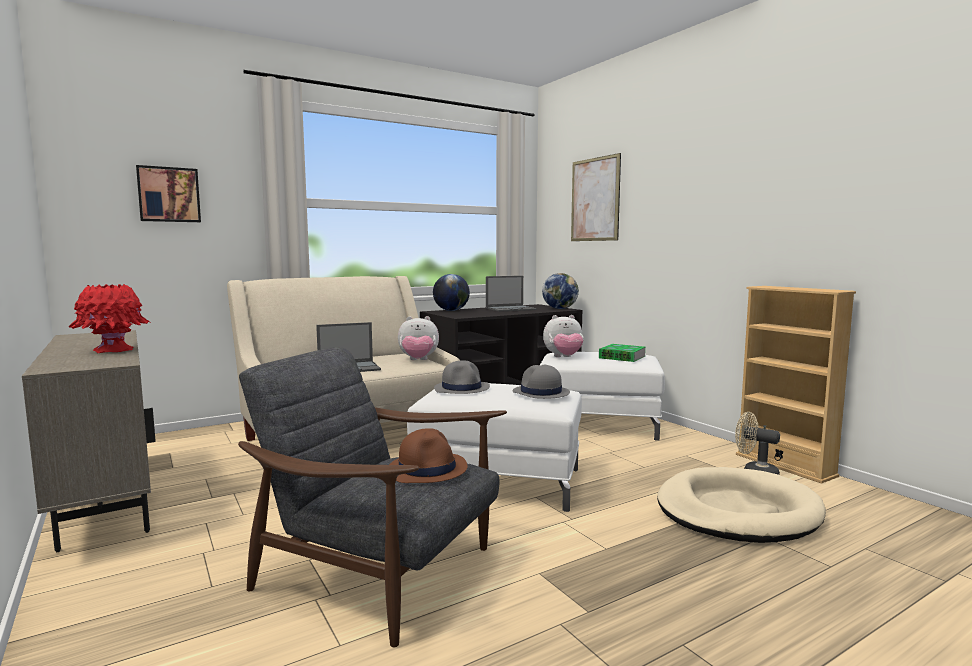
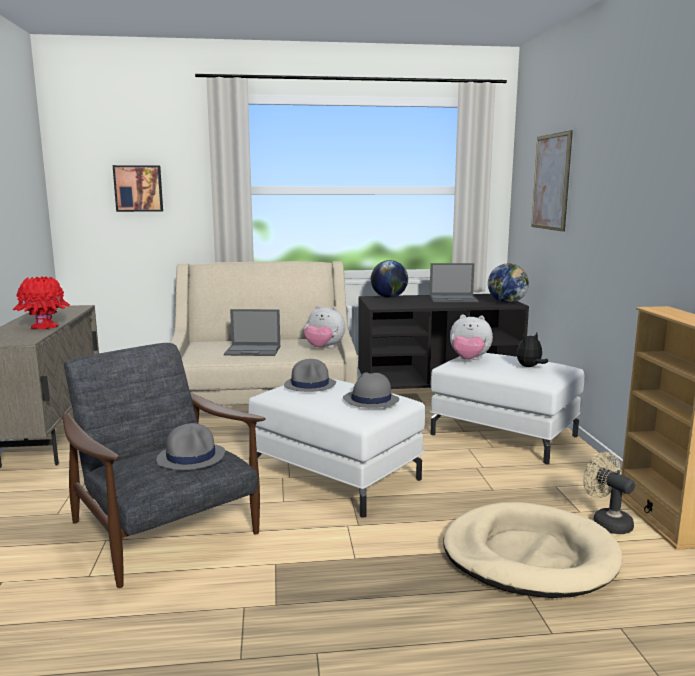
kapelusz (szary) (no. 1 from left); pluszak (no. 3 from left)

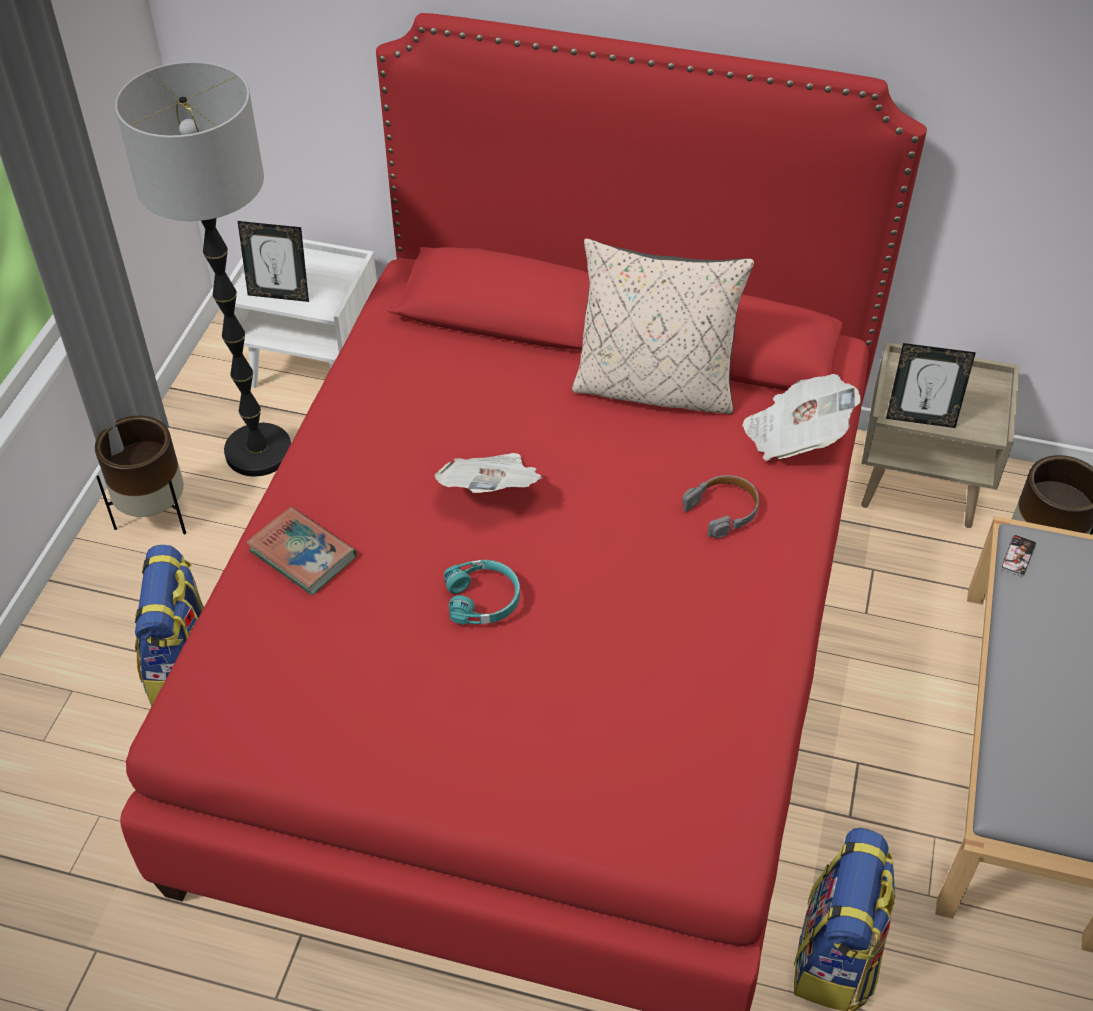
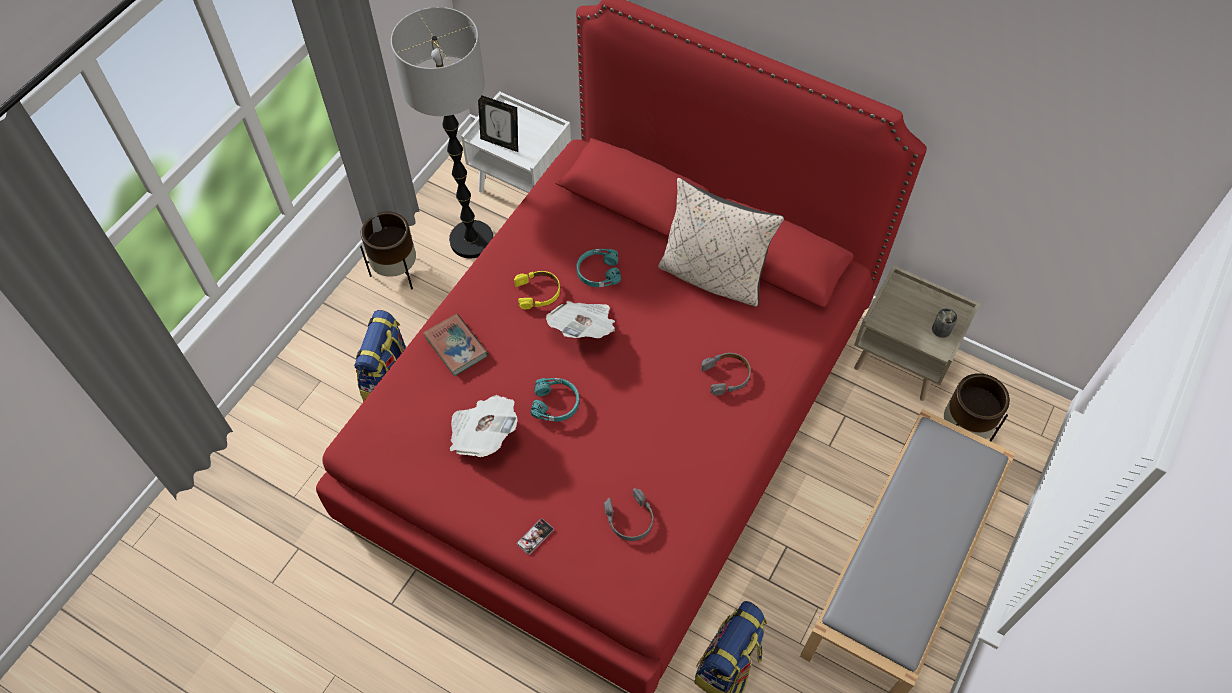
gazeta (no. 1 from left); słuchawki (żółty); telefon; słuchawki (turkusowy) (no. 2 from left); słuchawki (szary) (no. 1 from left); puszka; ramka na zdjęcie (no. 2 from left in the first image)

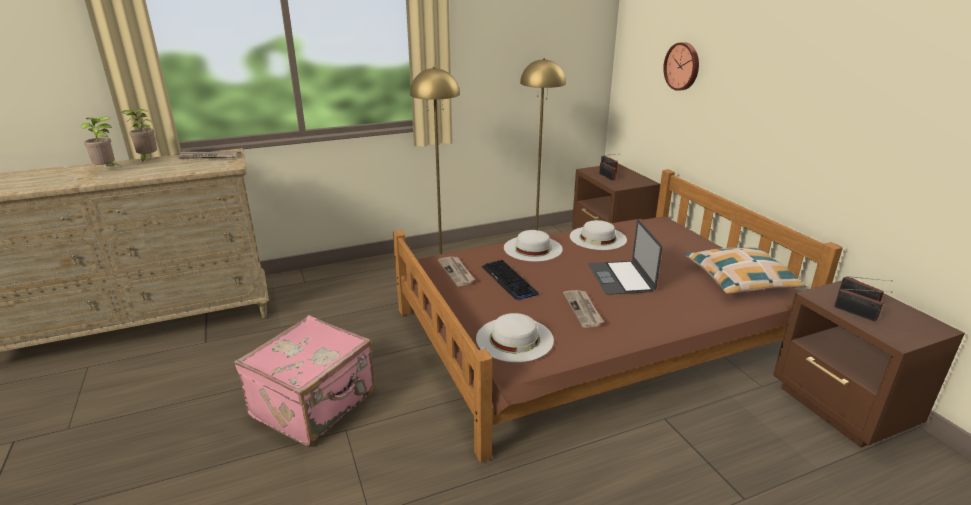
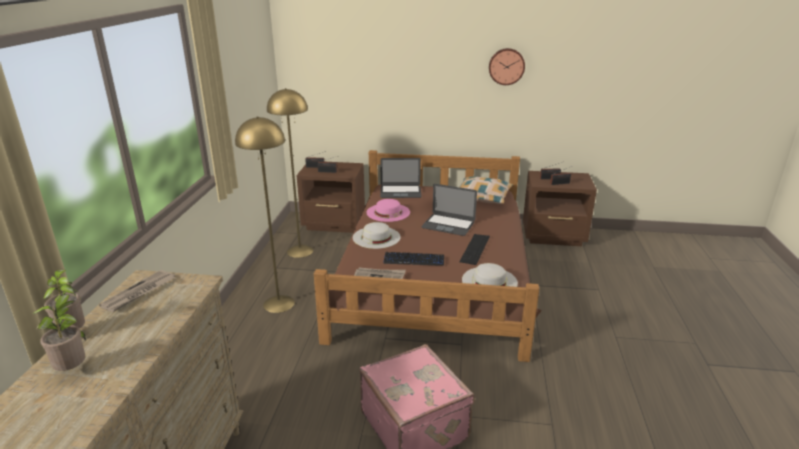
kapelusz (różowy); laptop (no. 1 from left); klawiatura (no. 2 from left); zegar ścienny

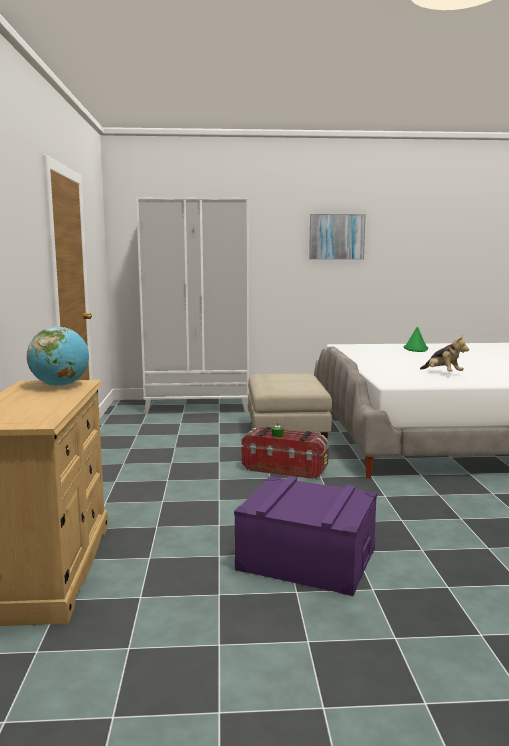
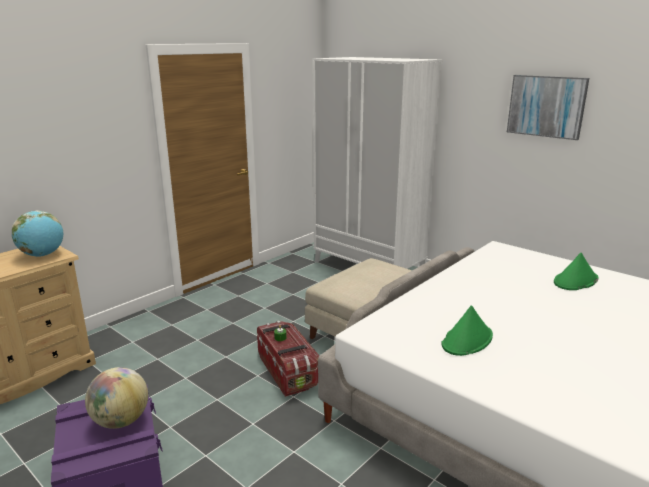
globus (no. 2 from left); kapelusz (zielony) (no. 1 from left)

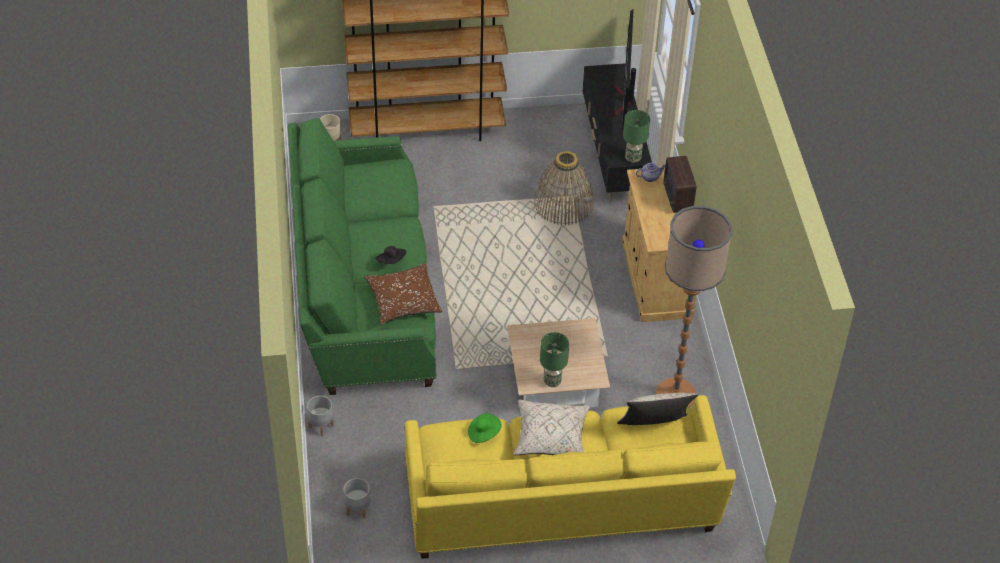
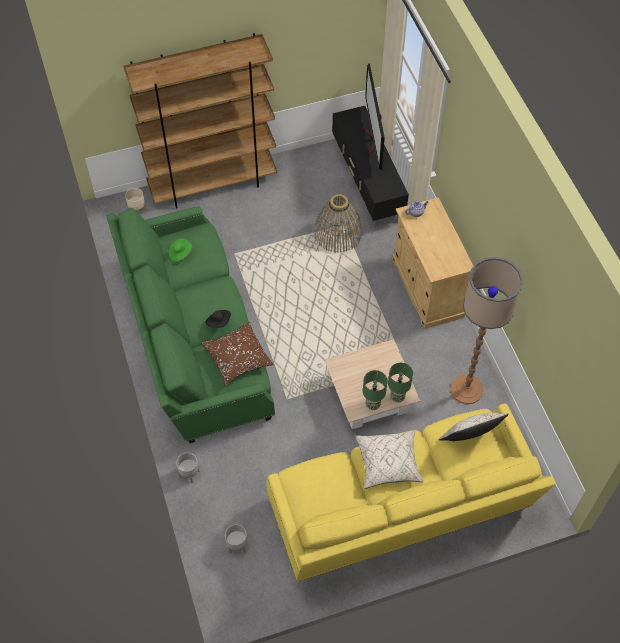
kapelusz (zielony); lampa stołowa (zielony) (no. 2 from left); radio

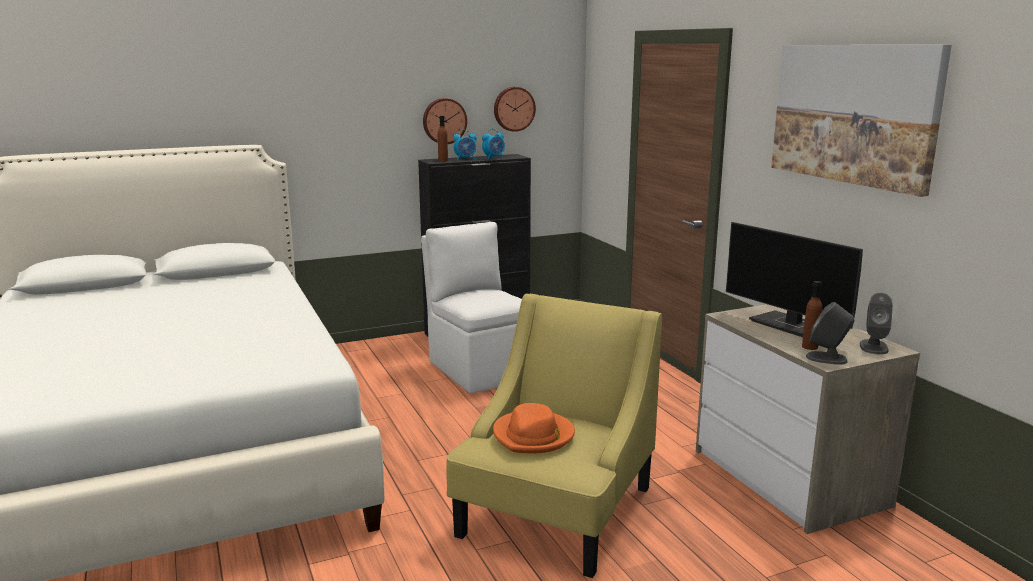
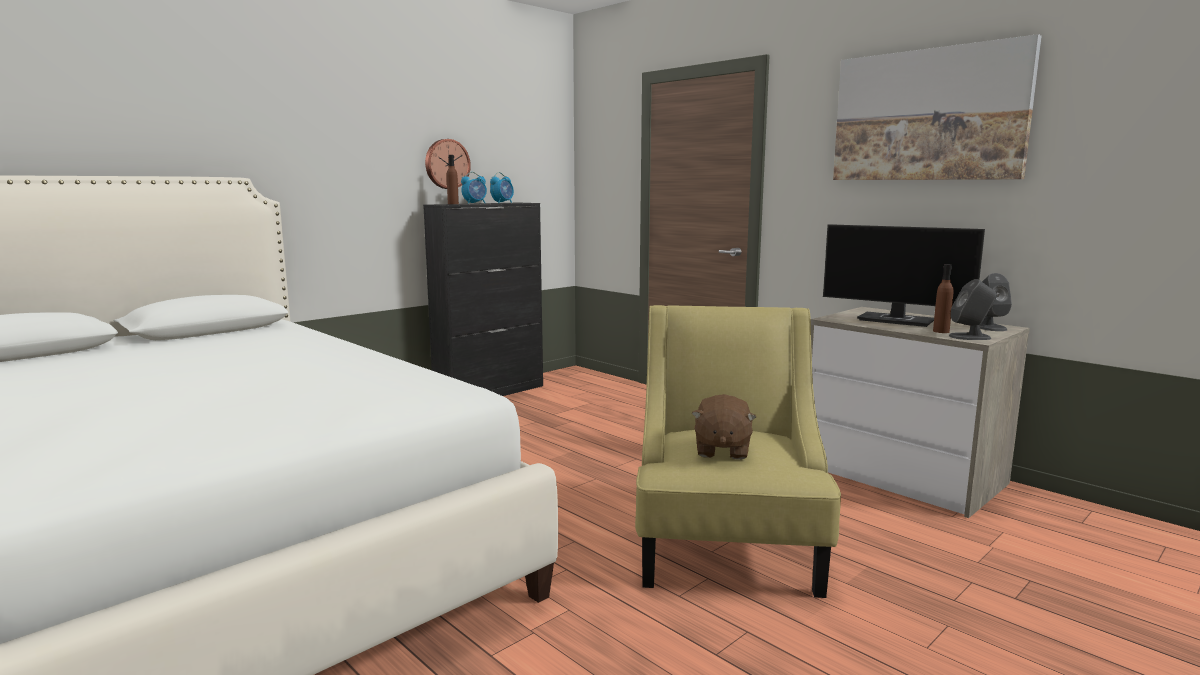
pluszak (brązowy); krzesło (biały); zegar ścienny (no. 2 from left in the first image)

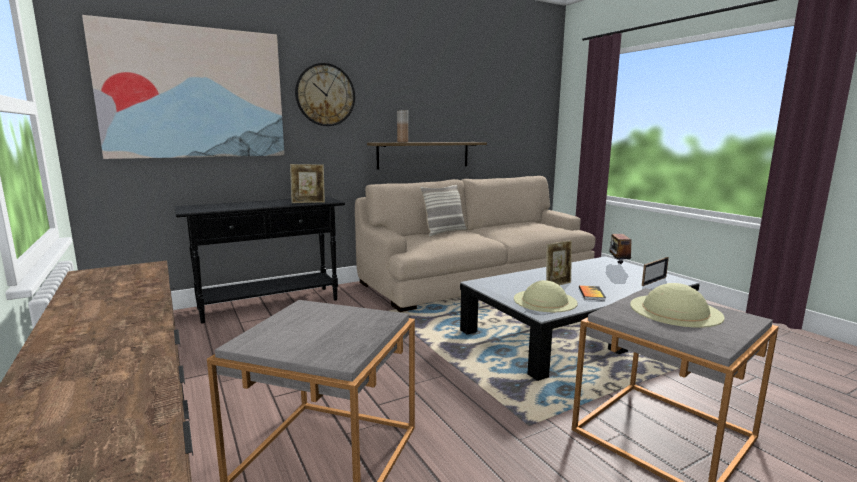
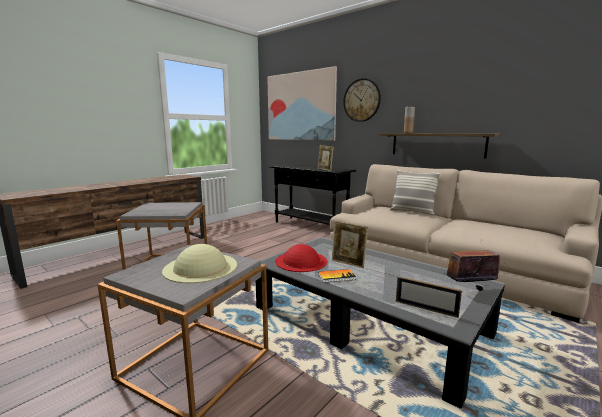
kapelusz (czerwony)

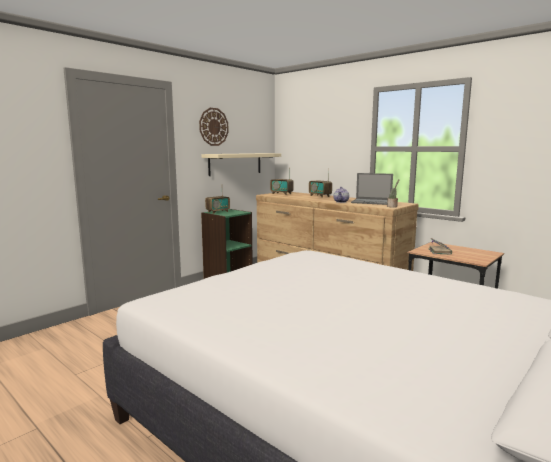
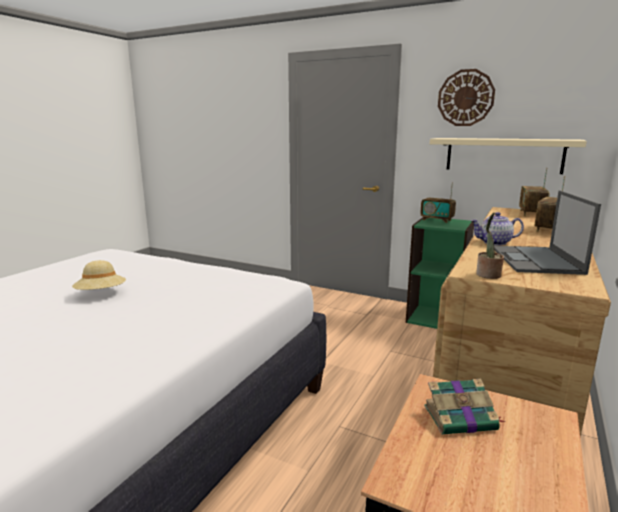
kapelusz (beżowy)

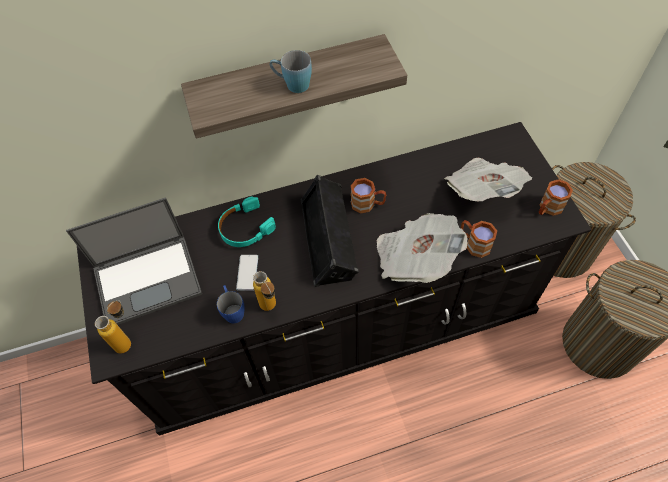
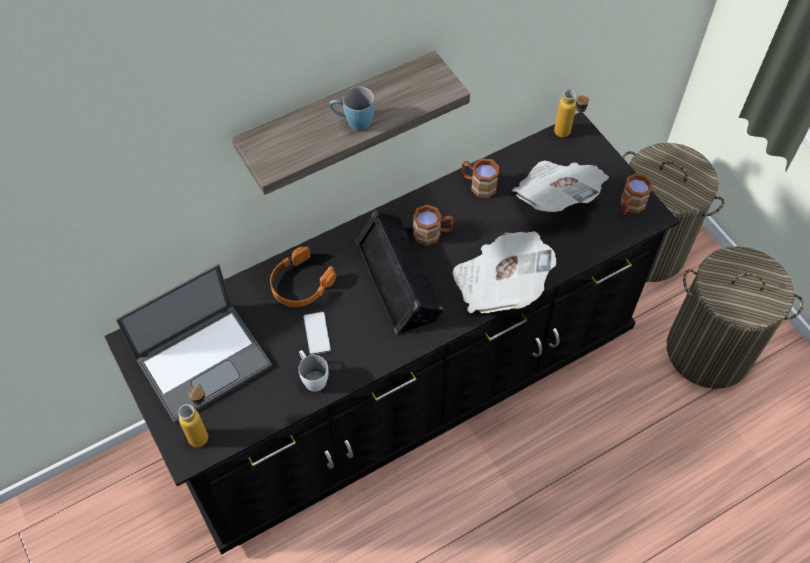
słuchawki (pomarańczowy); kubek (biały); kubek (brązowy) (no. 2 from left); butelka (no. 2 from left)

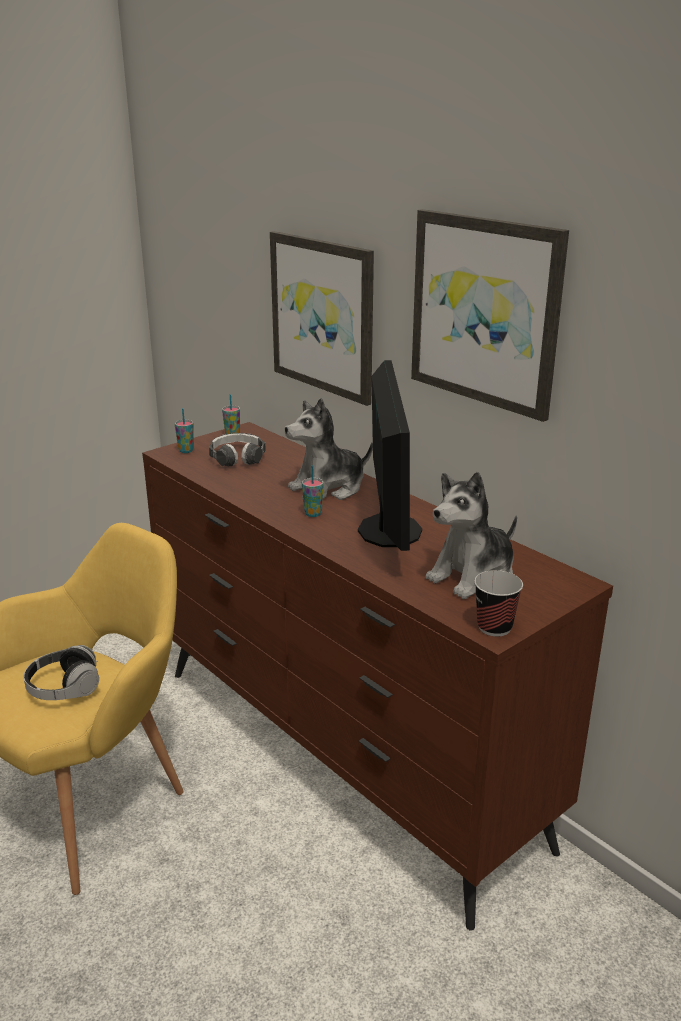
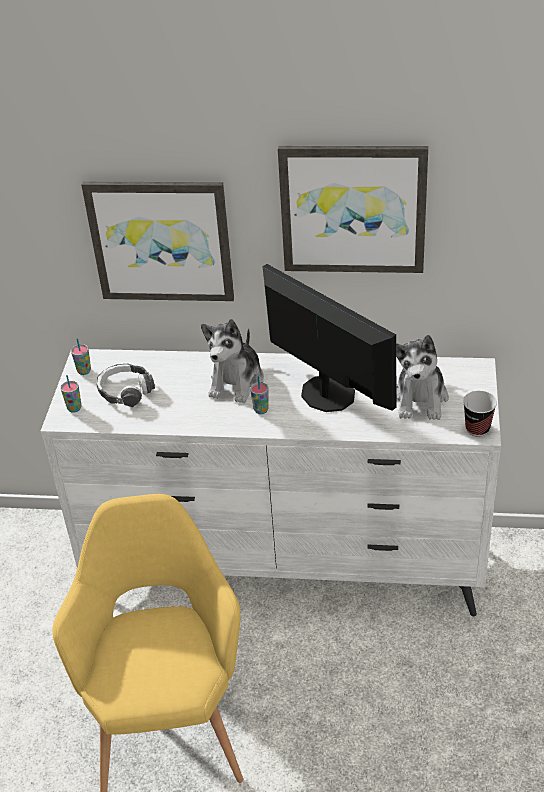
komoda (biały); słuchawki (no. 1 from left in the first image)

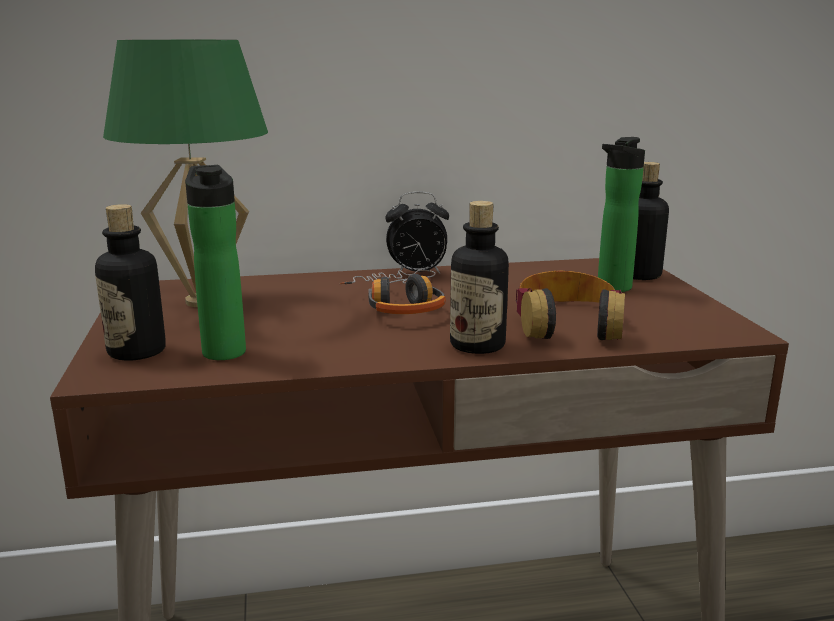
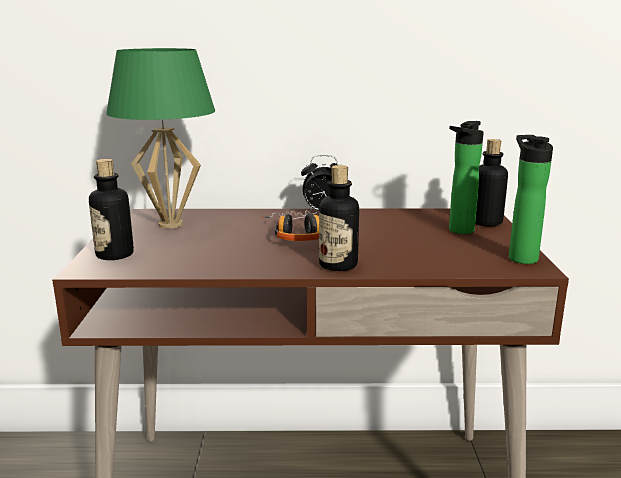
butelka (no. 5 from left); słuchawki (no. 2 from left in the first image)

